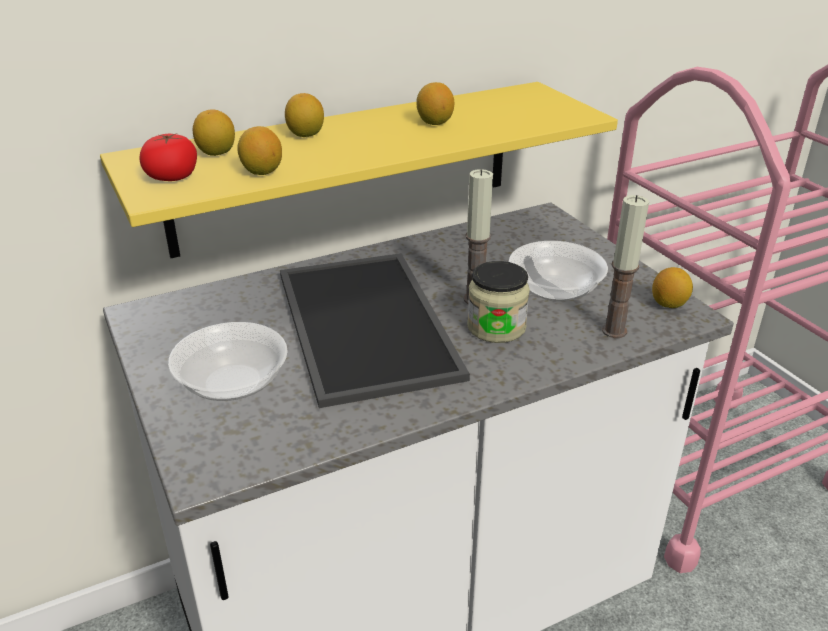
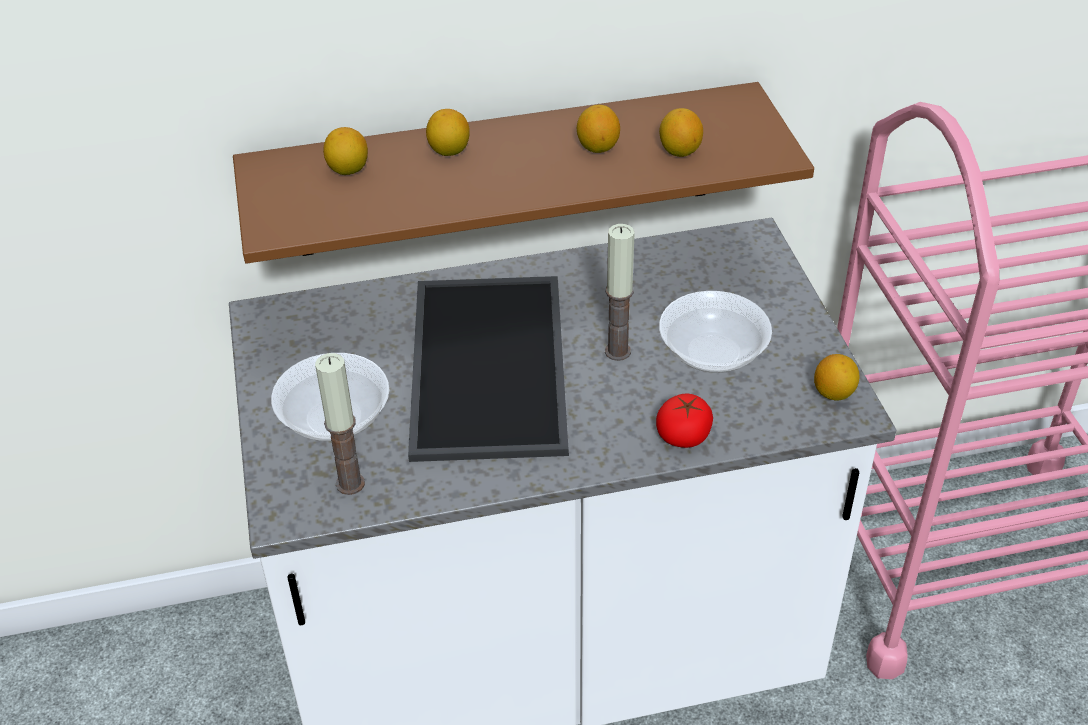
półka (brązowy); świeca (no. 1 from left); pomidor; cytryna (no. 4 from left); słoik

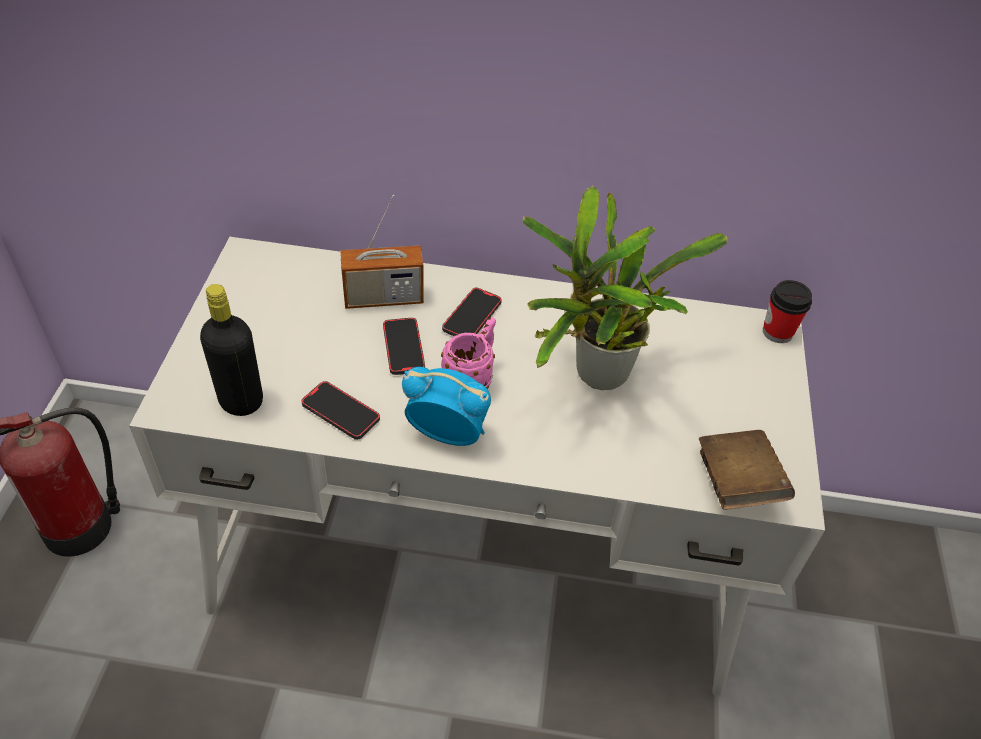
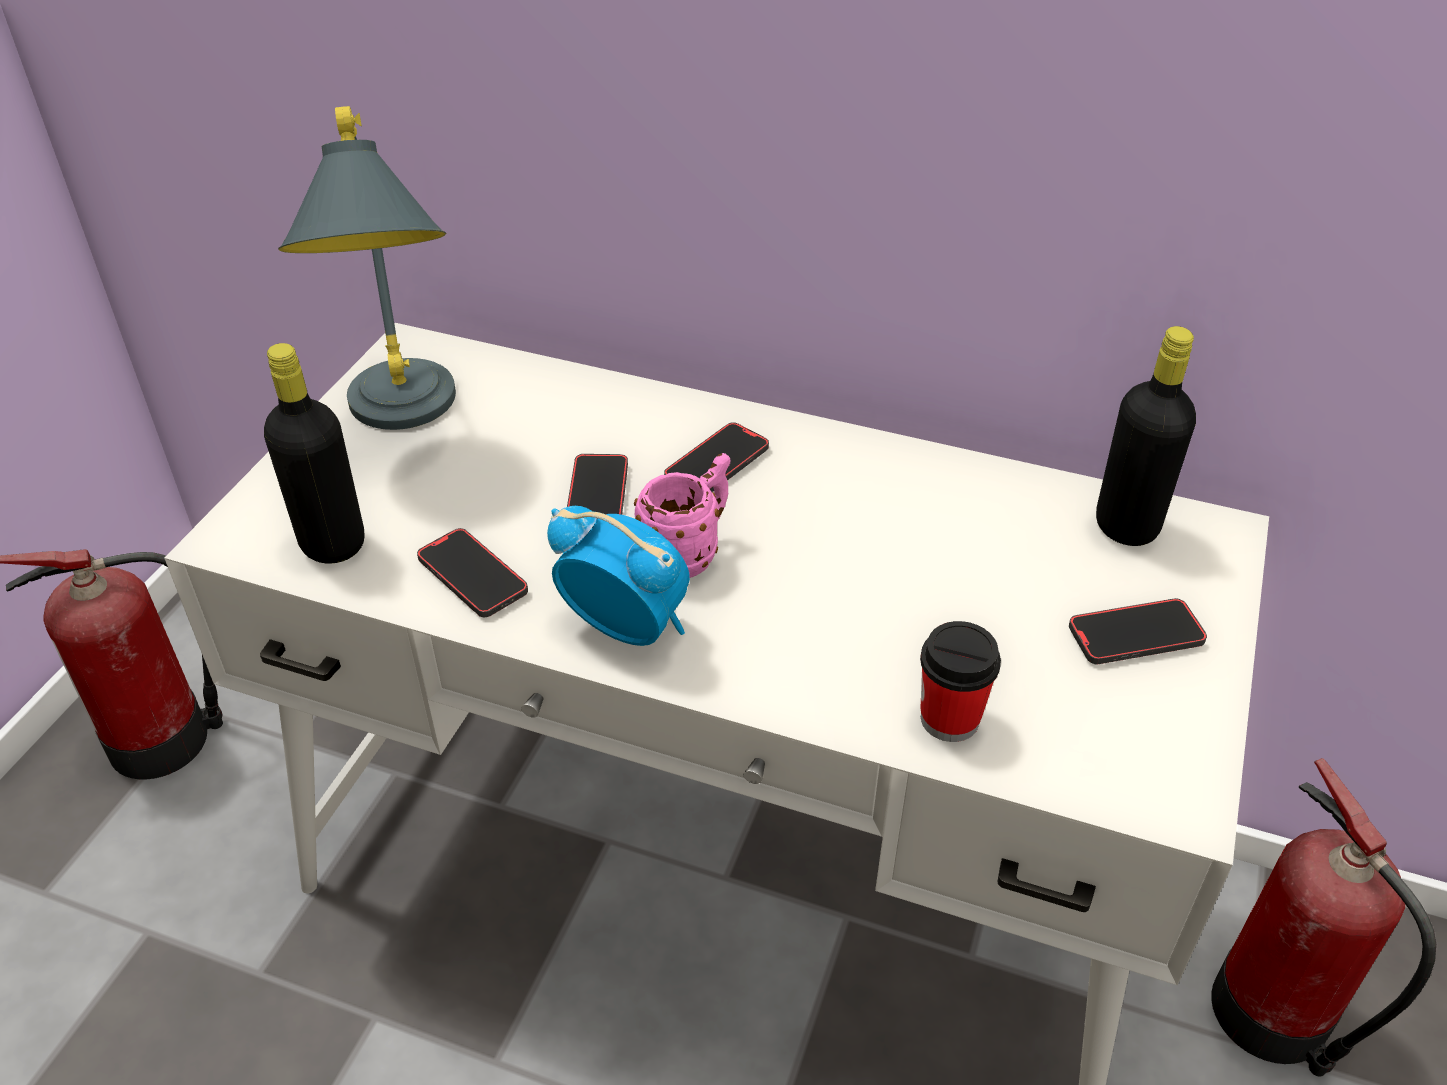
lampa stołowa (szary); filiżanka; telefon (no. 4 from left); butelka (czarny) (no. 2 from left); gaśnica (no. 2 from left); radio; roślina doniczkowa; książka (brązowy)

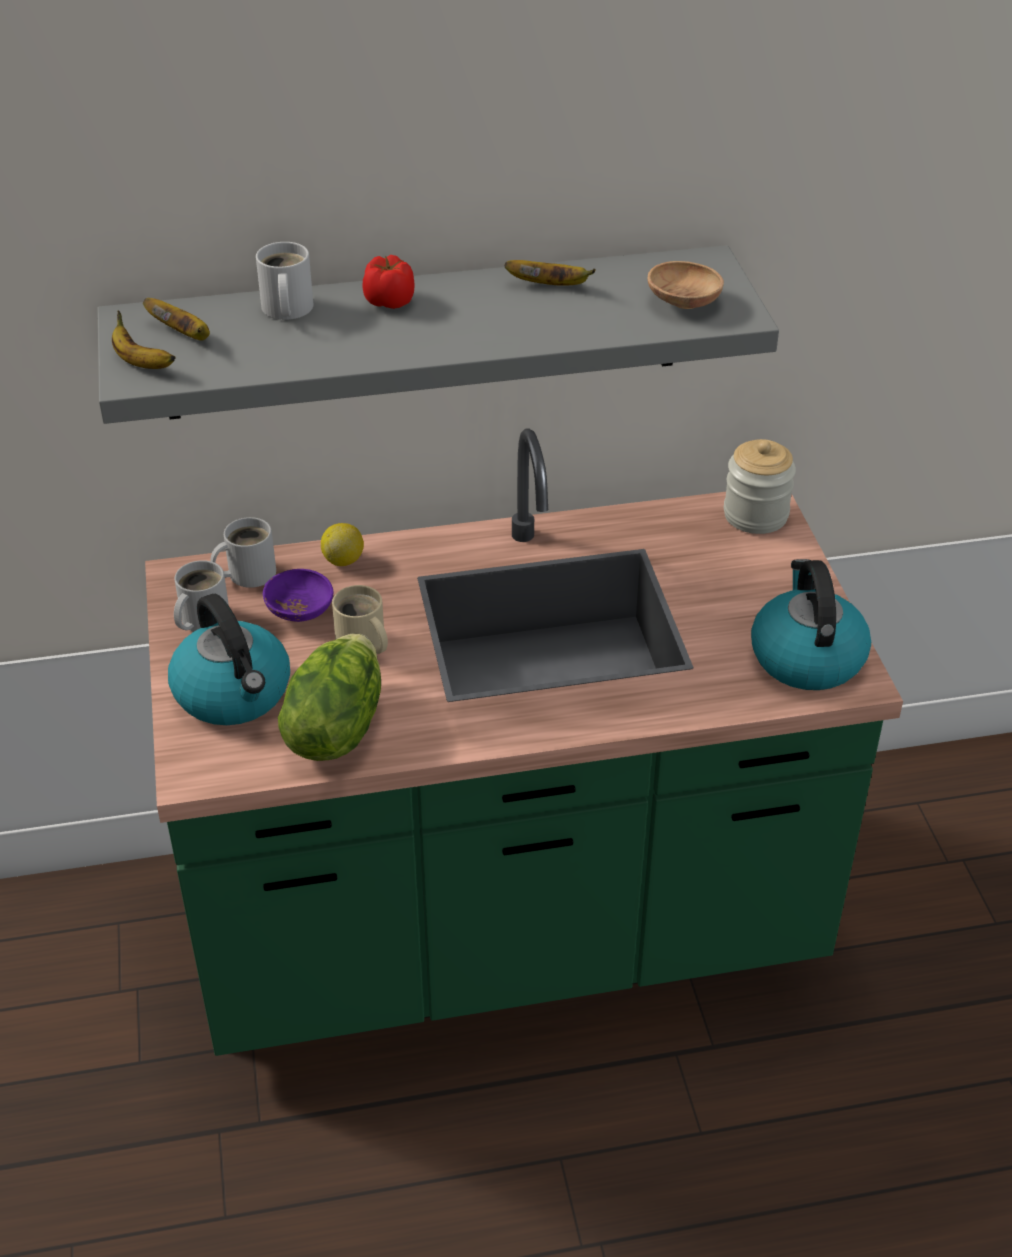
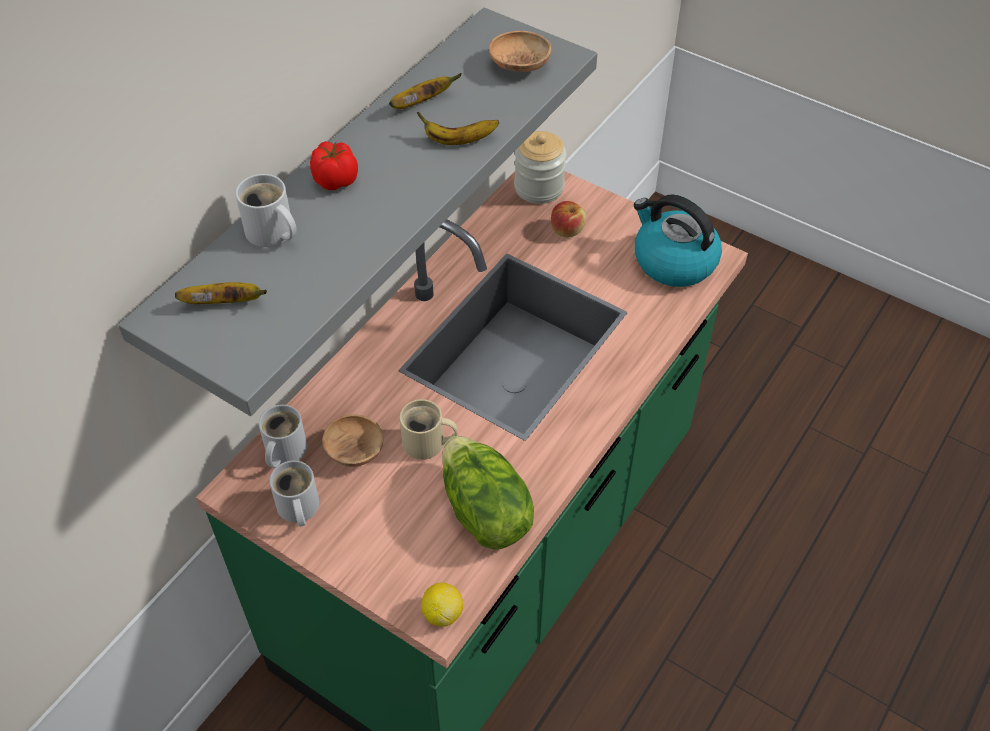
miska (brązowy) (no. 1 from left); banan (no. 3 from left); cytryna; jabłko; czajnik (no. 1 from left in the first image)

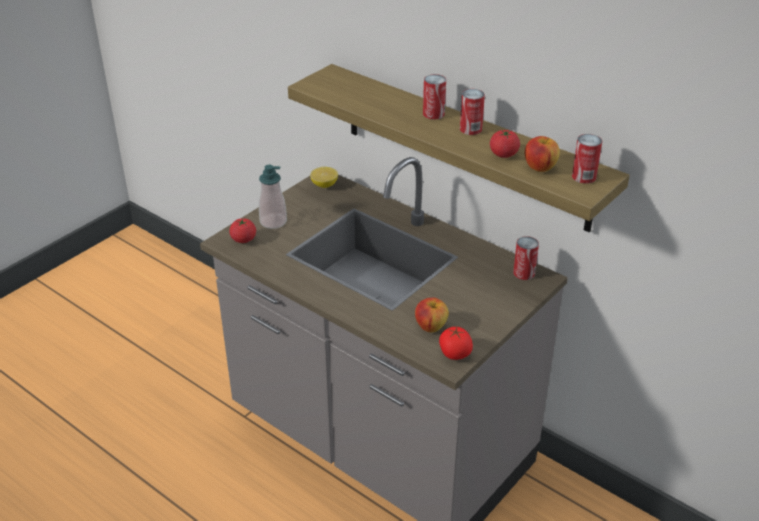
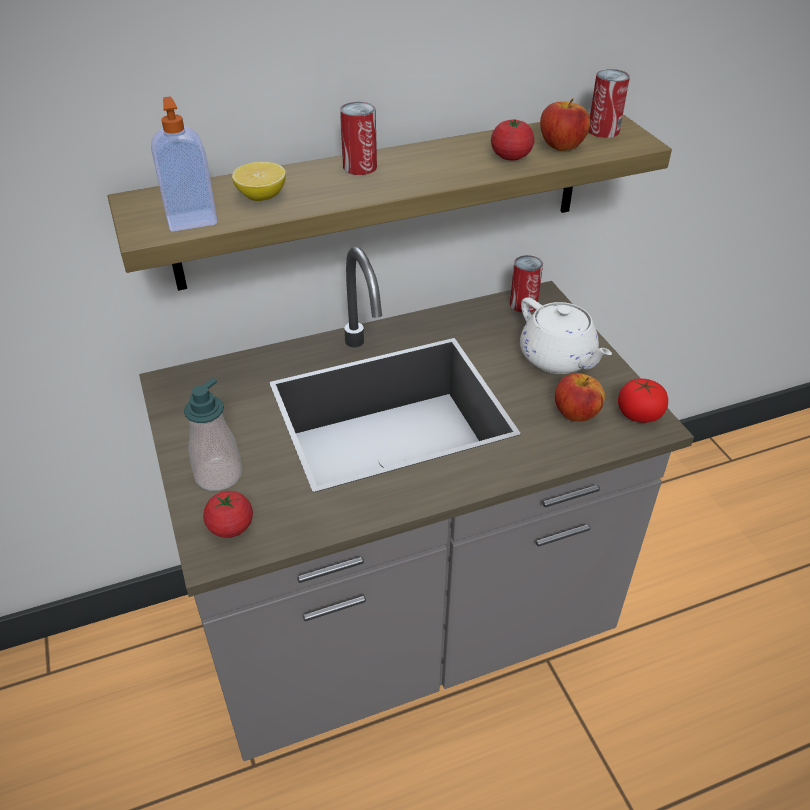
dozownik mydła (no. 1 from left); cytryna; imbryk (biały); puszka (no. 2 from left in the first image)

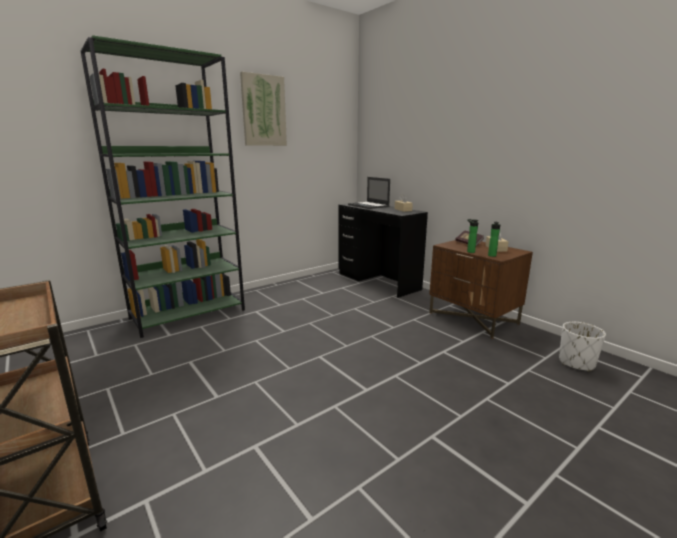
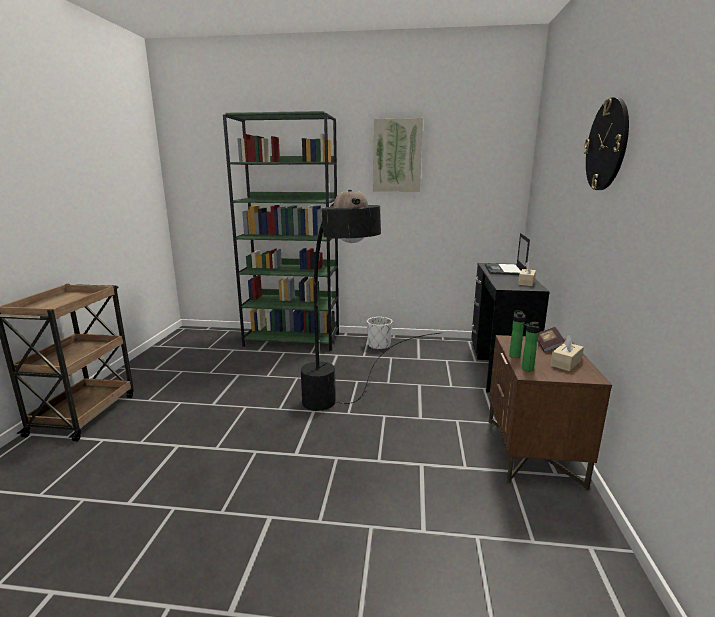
lampa stojąca (czarny); donica (biały); zegar ścienny

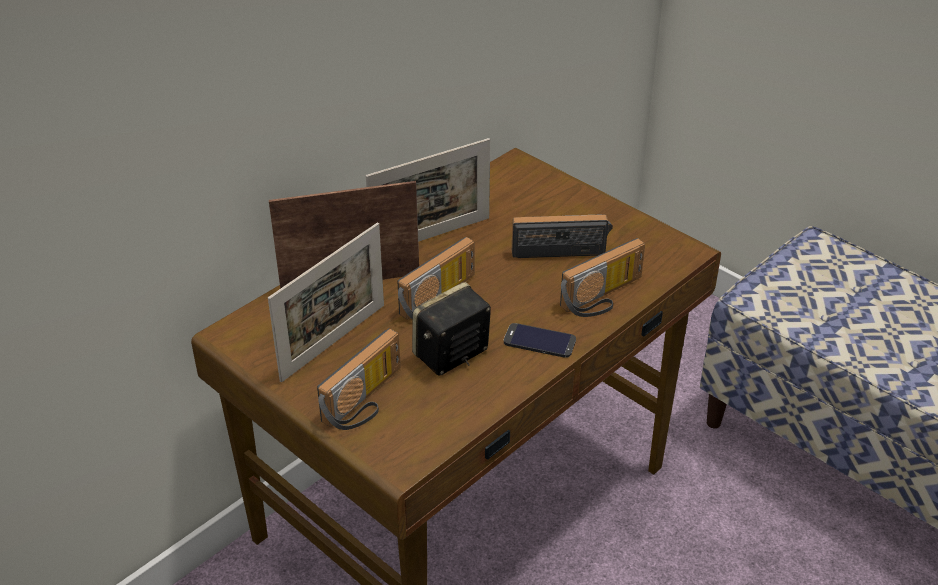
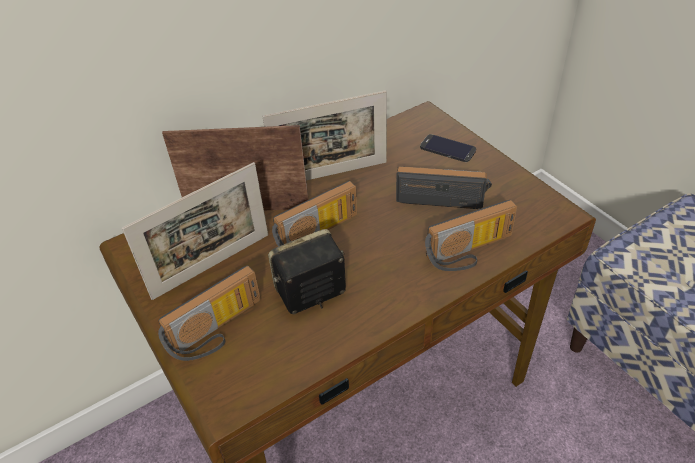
telefon

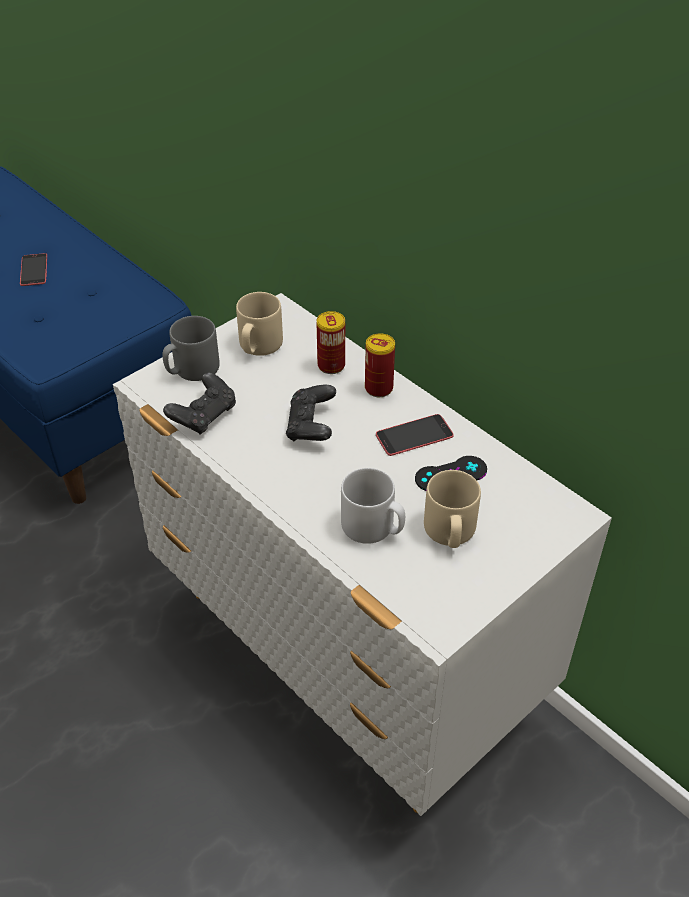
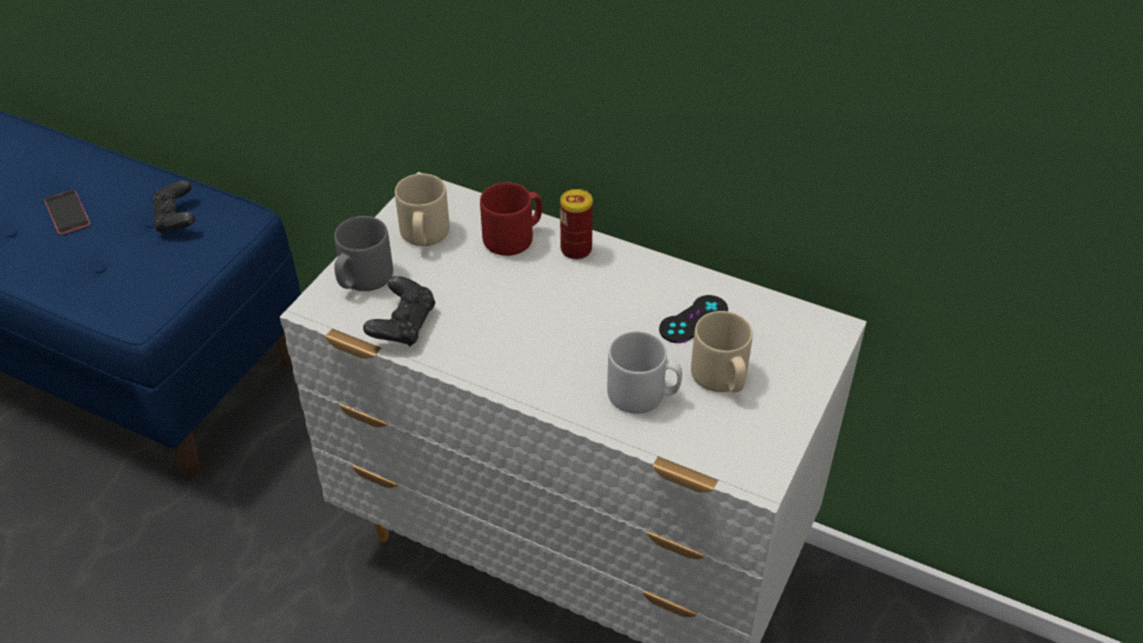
pad do gier (czarny) (no. 1 from left); kubek (czerwony); telefon (no. 2 from left in the first image)

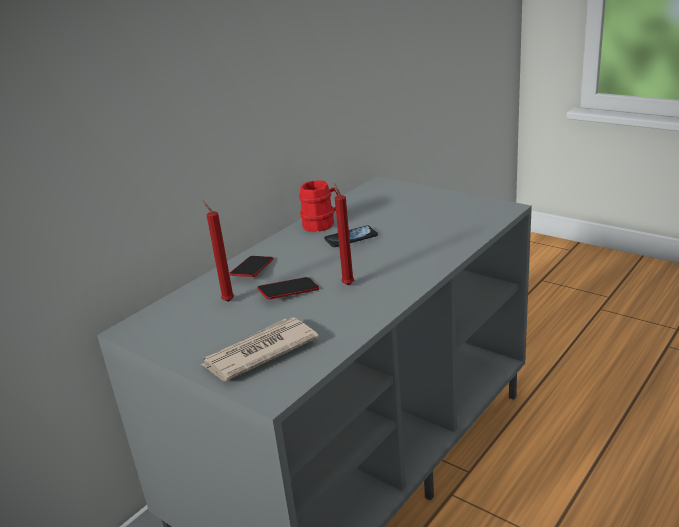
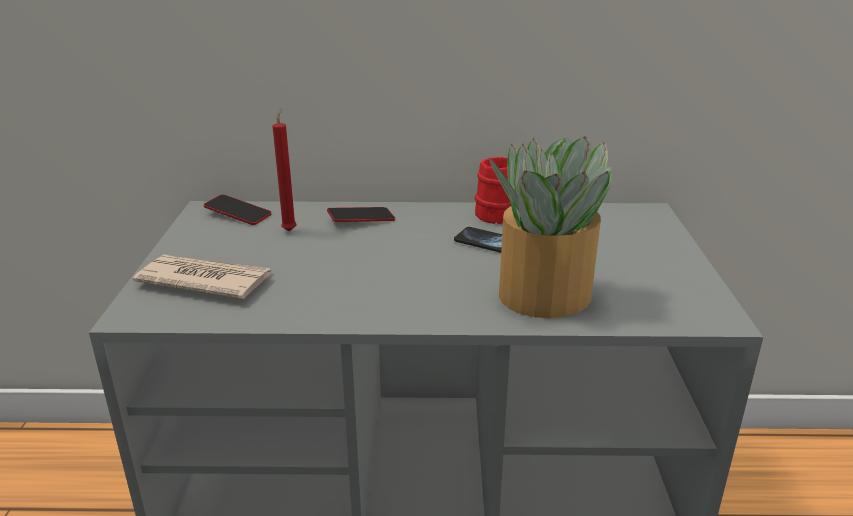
telefon (no. 1 from left); roślina doniczkowa; świeca (czerwony) (no. 2 from left in the first image)

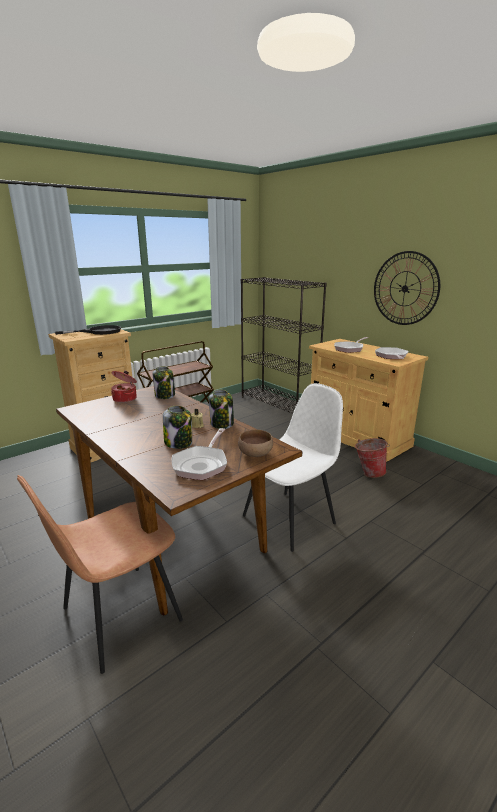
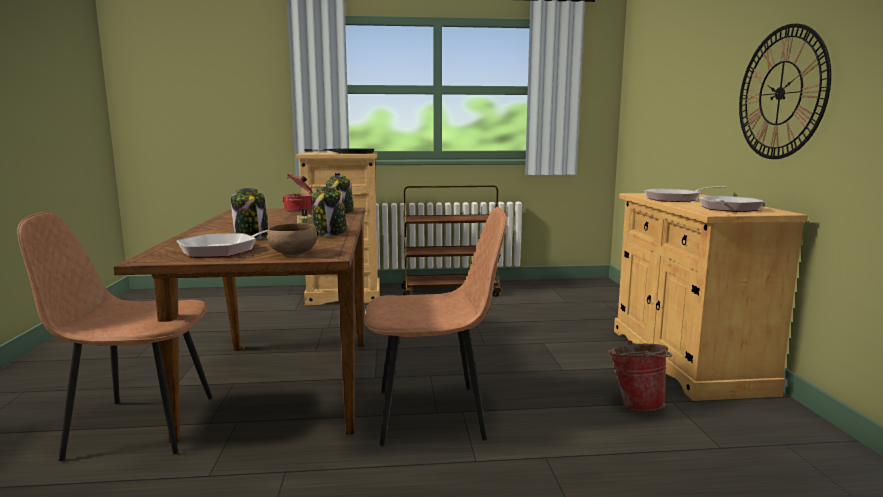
krzesło (brązowy) (no. 2 from left); regał (czarny)

